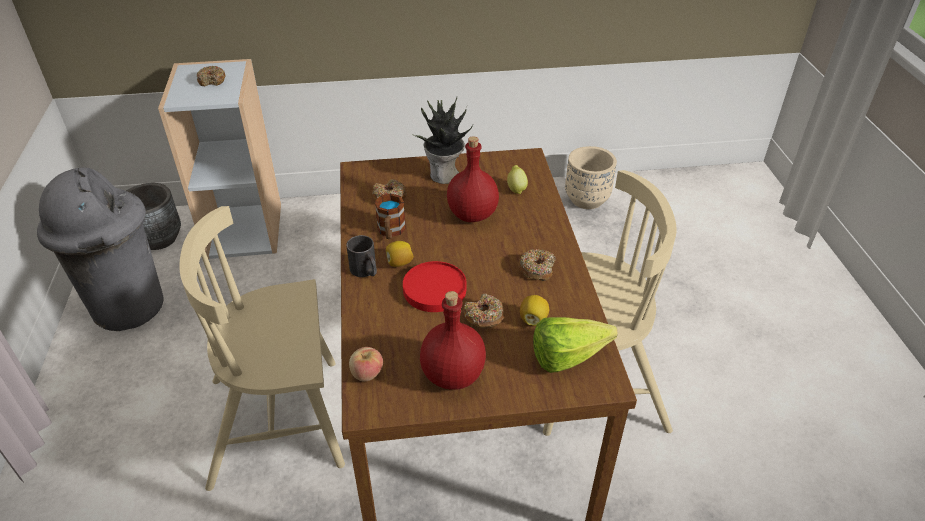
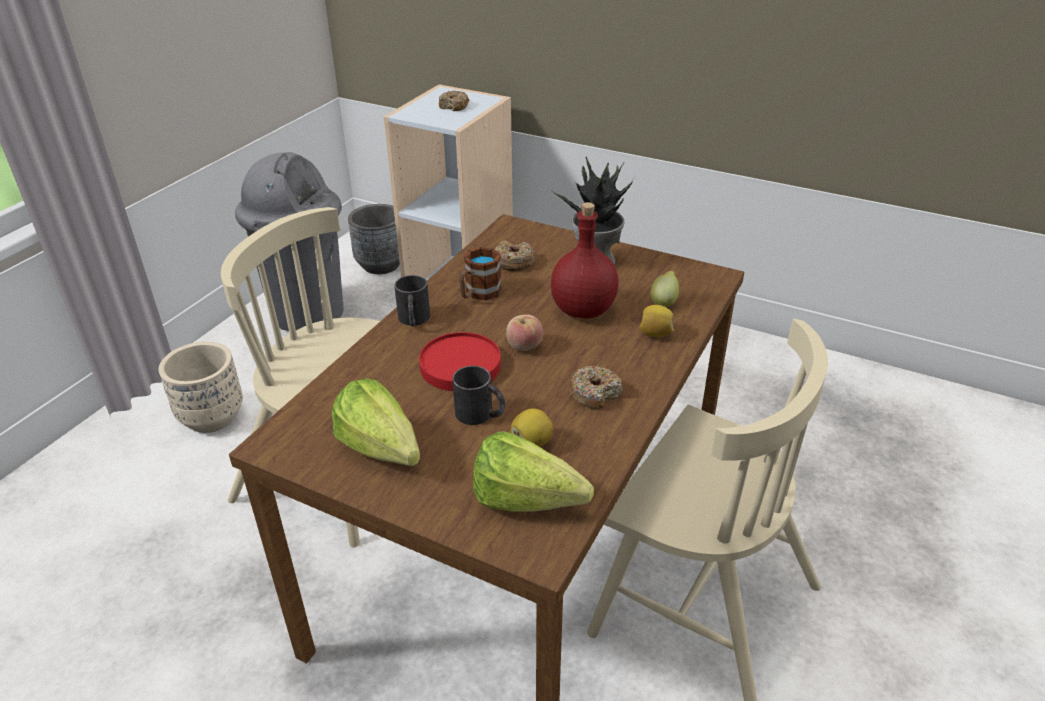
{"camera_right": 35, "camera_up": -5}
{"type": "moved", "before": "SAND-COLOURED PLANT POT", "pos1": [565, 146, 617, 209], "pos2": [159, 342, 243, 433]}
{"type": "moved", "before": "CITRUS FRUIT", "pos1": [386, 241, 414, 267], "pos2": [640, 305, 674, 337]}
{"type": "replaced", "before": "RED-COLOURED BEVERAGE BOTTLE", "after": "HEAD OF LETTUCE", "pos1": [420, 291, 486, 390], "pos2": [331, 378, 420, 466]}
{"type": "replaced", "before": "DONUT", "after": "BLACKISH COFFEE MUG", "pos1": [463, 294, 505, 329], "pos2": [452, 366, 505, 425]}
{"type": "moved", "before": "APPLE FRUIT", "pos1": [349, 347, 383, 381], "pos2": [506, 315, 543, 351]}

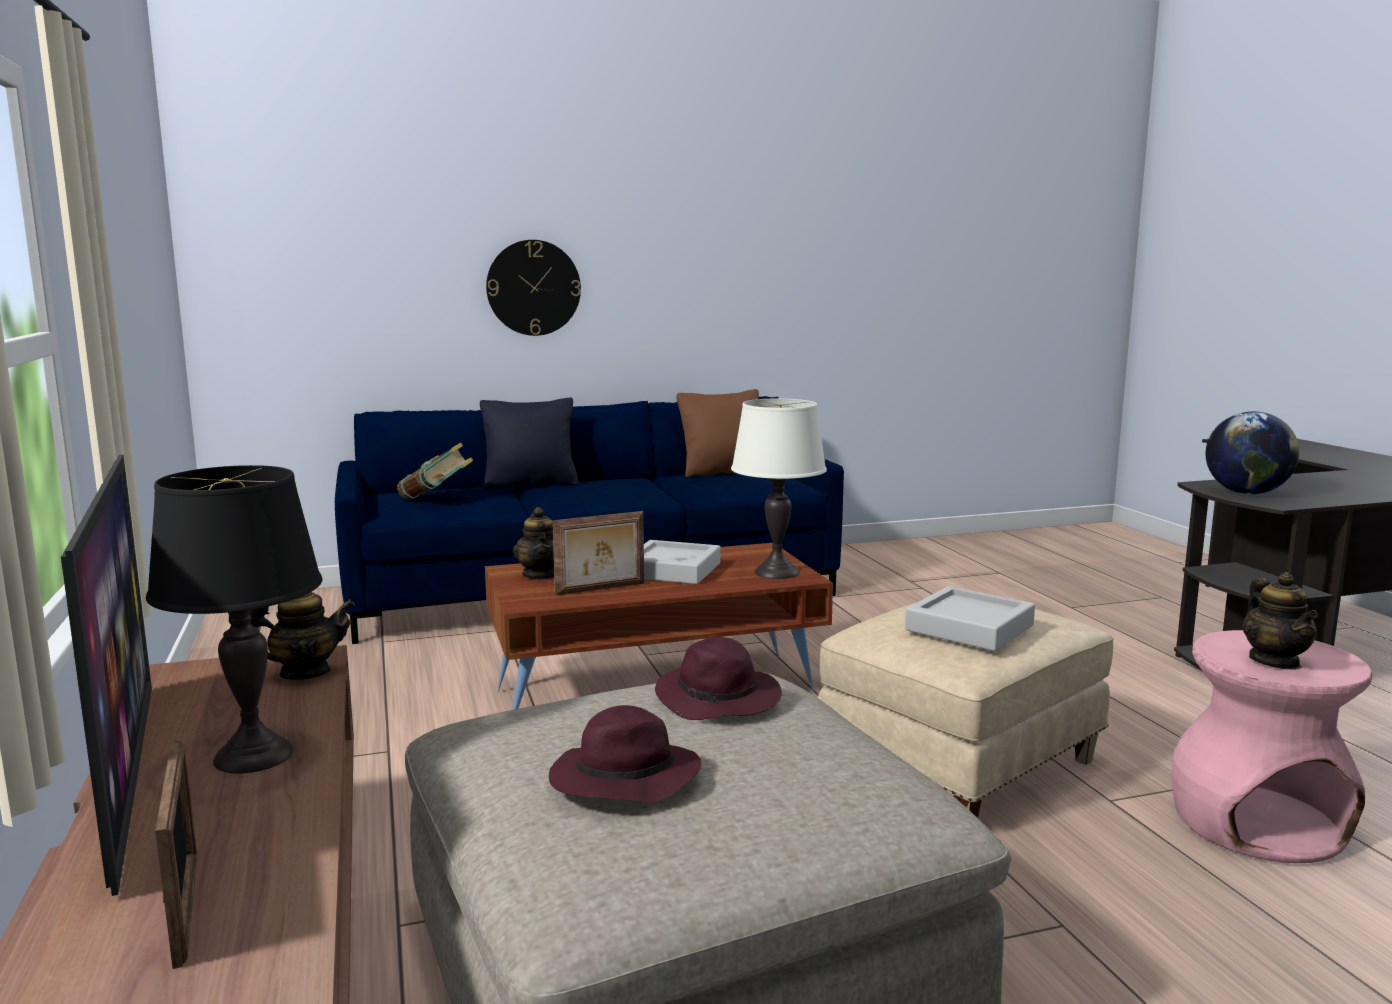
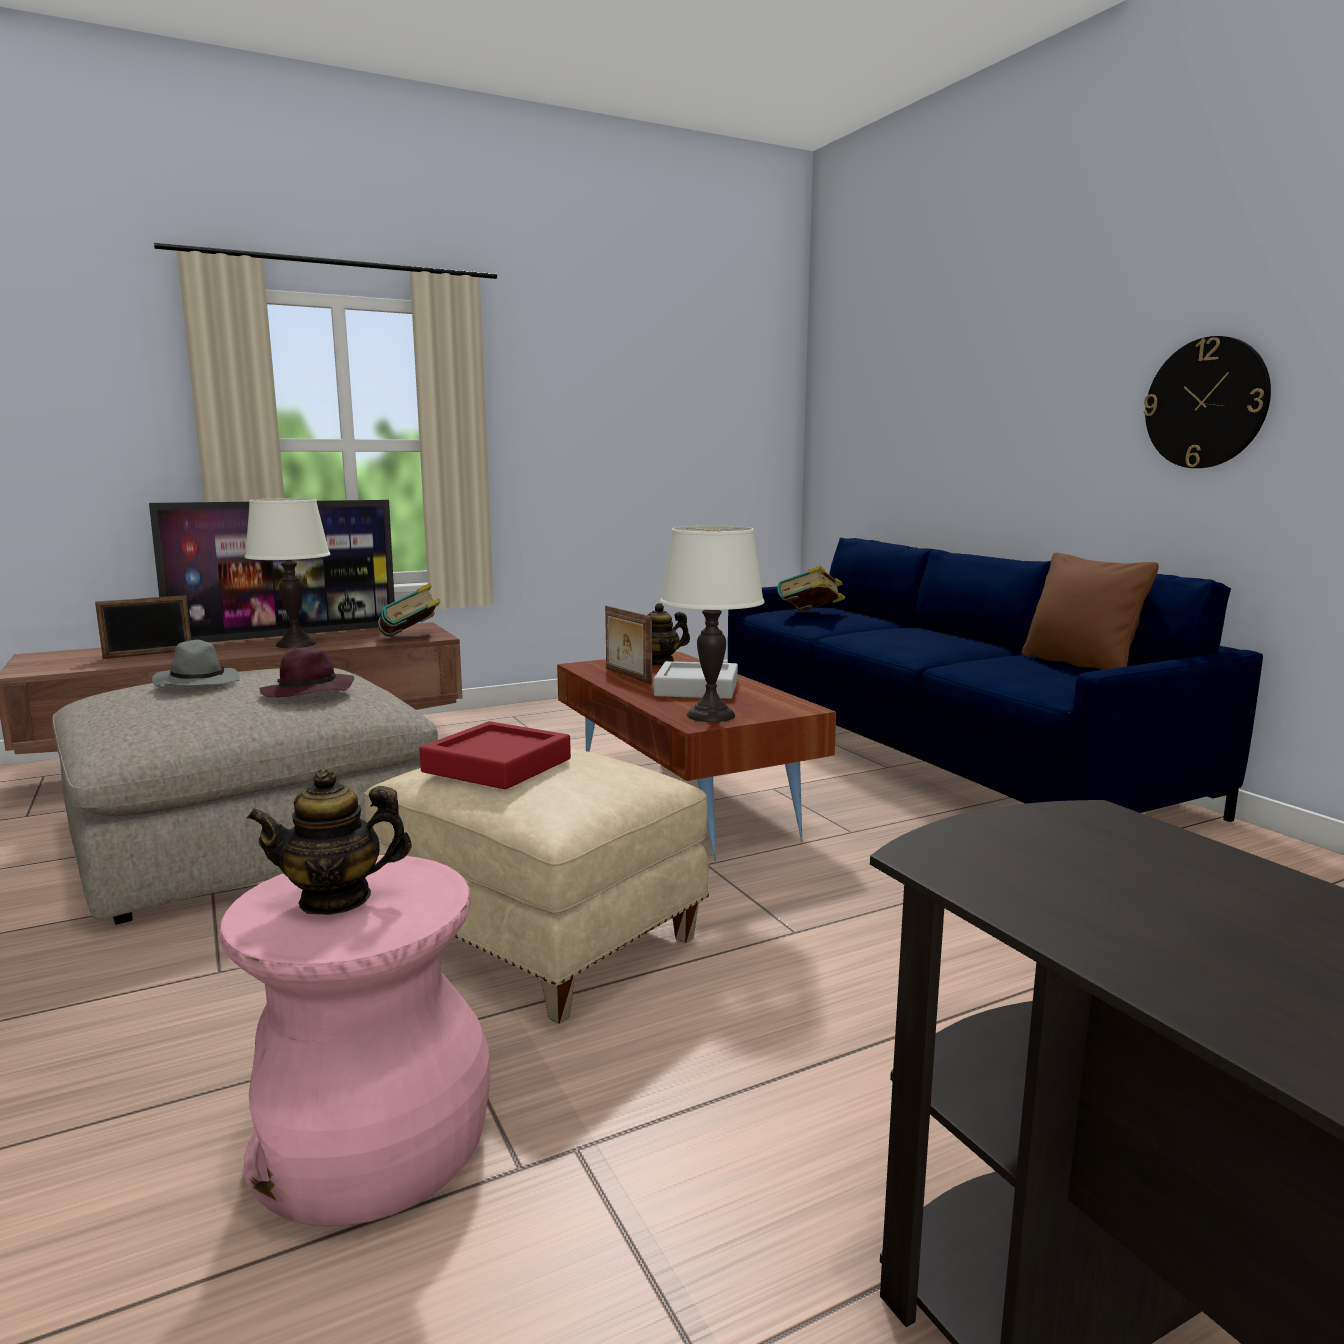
{"camera_right": 80, "camera_up": 0}
{"type": "moved", "before": "CLOCK ON THE WALL", "pos1": [486, 240, 581, 336], "pos2": [1143, 336, 1271, 468]}
{"type": "removed", "before": "BLACKISH PILLOW", "pos1": [480, 398, 579, 489]}
{"type": "removed", "before": "GLOBE", "pos1": [1205, 411, 1299, 494]}
{"type": "recoloured", "before": "BLACKISH TABLE LAMP", "after": "WHITISH TABLE LAMP", "pos1": [146, 465, 322, 773], "pos2": [244, 498, 331, 648]}
{"type": "recoloured", "before": "GREYISH CARRYING TRAY", "after": "RED-COLOURED CARRYING TRAY", "pos1": [905, 586, 1035, 651], "pos2": [419, 721, 571, 789]}
{"type": "replaced", "before": "TEA POT", "after": "VOLUME", "pos1": [250, 592, 355, 680], "pos2": [378, 583, 440, 637]}
{"type": "recoloured", "before": "PURPLE-COLOURED WEARABLE HAT", "after": "GREYISH WEARABLE HAT", "pos1": [549, 705, 701, 804], "pos2": [152, 640, 240, 687]}

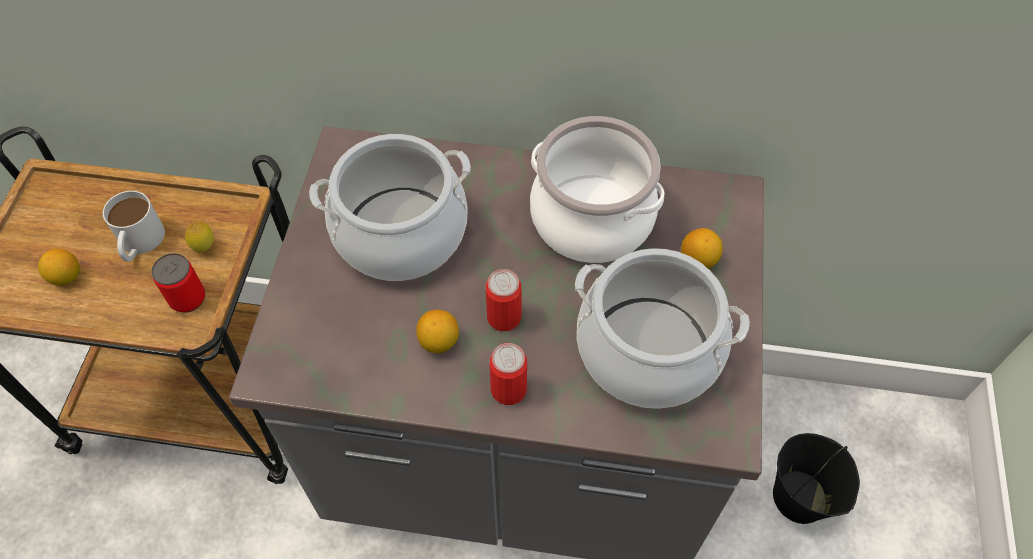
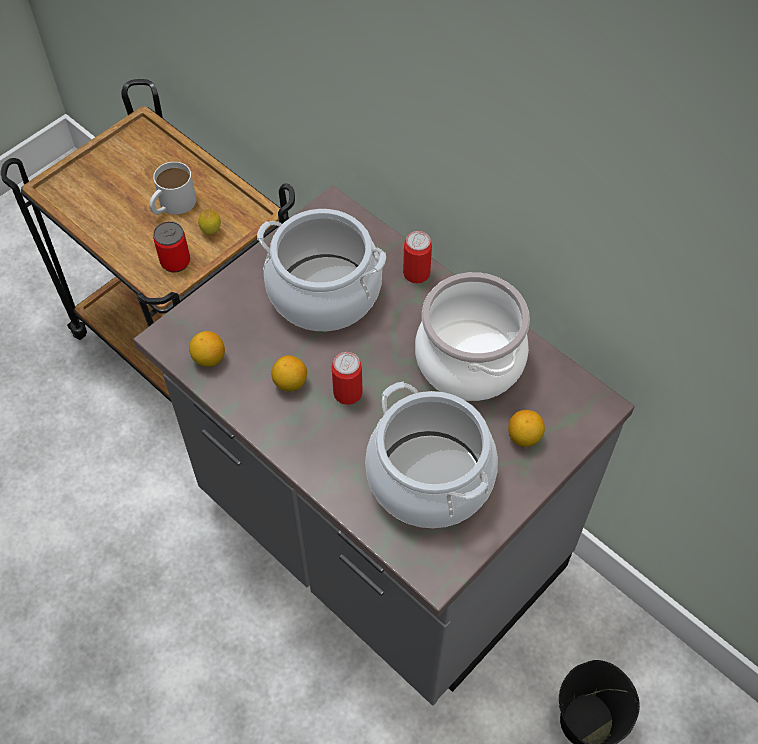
{"camera_right": 35, "camera_up": 0}
{"type": "moved", "before": "CITRUS FRUIT", "pos1": [38, 249, 80, 286], "pos2": [189, 331, 225, 367]}
{"type": "moved", "before": "SEALED CAN", "pos1": [490, 343, 527, 405], "pos2": [403, 231, 432, 283]}

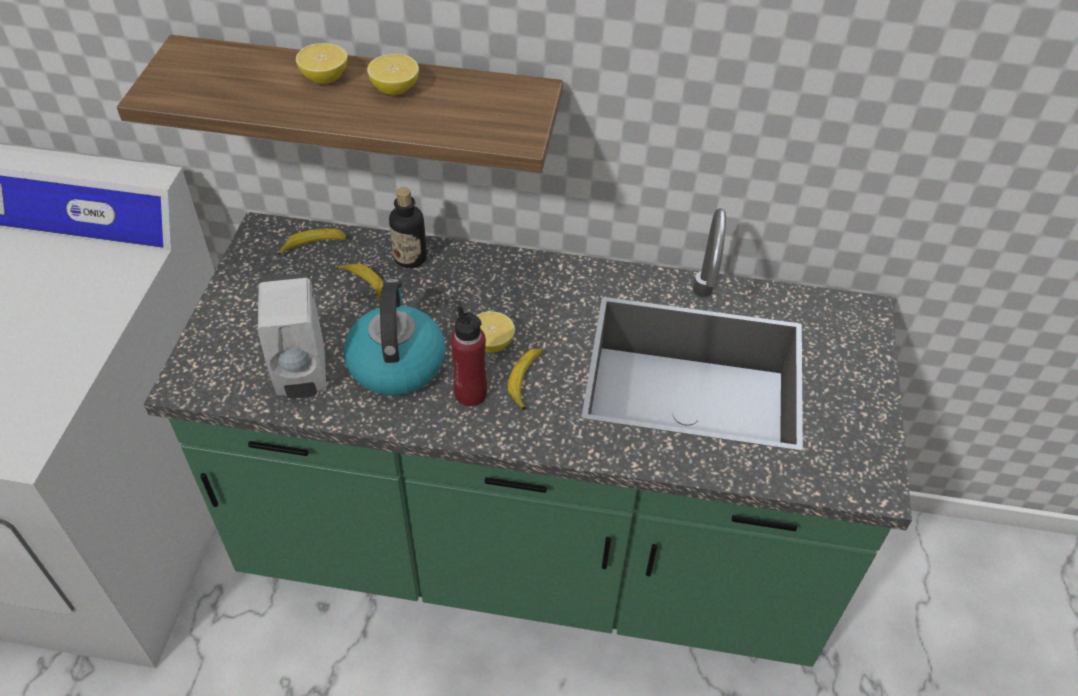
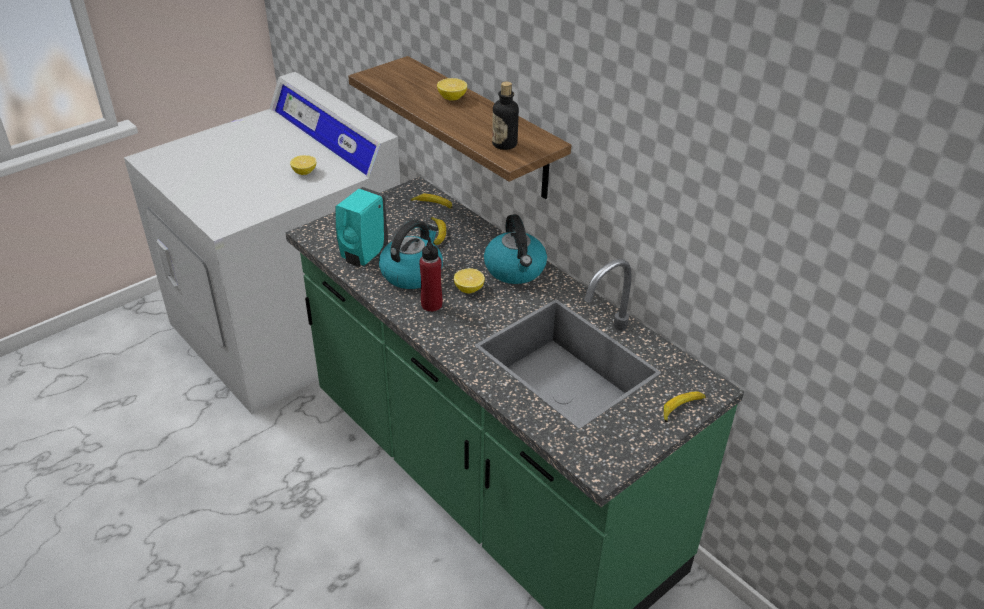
{"camera_right": 40, "camera_up": -10}
{"type": "moved", "before": "CITRUS FRUIT", "pos1": [367, 54, 419, 95], "pos2": [290, 155, 316, 175]}
{"type": "moved", "before": "BEVERAGE BOTTLE", "pos1": [389, 187, 427, 268], "pos2": [492, 82, 519, 150]}
{"type": "recoloured", "before": "WHITISH SOAP BOTTLE", "after": "TURQUOISE-COLOURED SOAP BOTTLE", "pos1": [258, 273, 326, 398], "pos2": [335, 187, 388, 267]}
{"type": "moved", "before": "WHOLE BANANA", "pos1": [508, 349, 543, 410], "pos2": [664, 391, 706, 422]}
{"type": "added", "after": "WATER KETTLE", "pos2": [484, 214, 547, 284]}

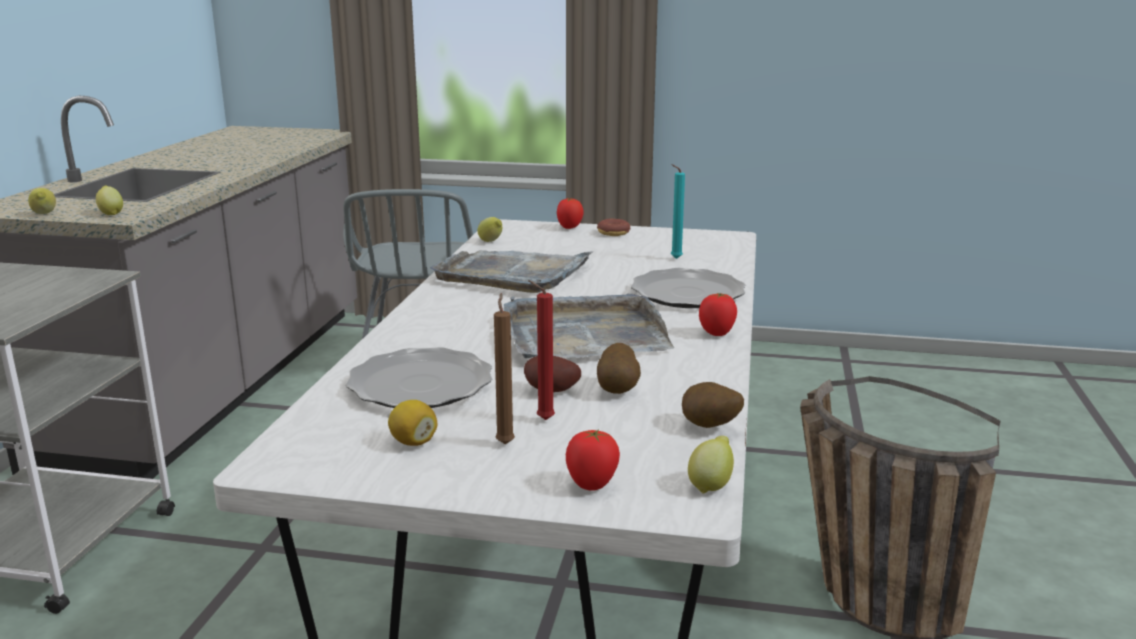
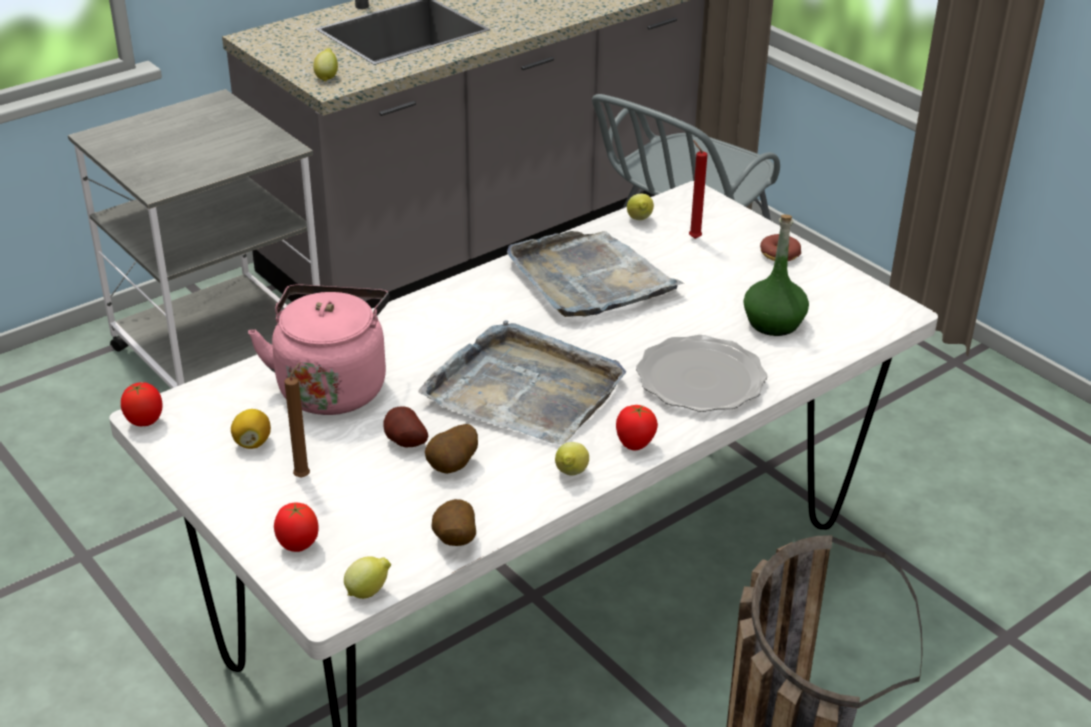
{"camera_right": 40, "camera_up": 15}
{"type": "replaced", "before": "TURQUOISE-COLOURED CANDLE", "after": "GREEN BEVERAGE BOTTLE", "pos1": [671, 164, 685, 259], "pos2": [743, 214, 809, 336]}
{"type": "moved", "before": "CITRUS FRUIT", "pos1": [28, 188, 56, 214], "pos2": [555, 442, 589, 476]}
{"type": "moved", "before": "WHOLE TOMATO", "pos1": [557, 198, 584, 229], "pos2": [121, 382, 163, 426]}
{"type": "moved", "before": "RED-COLOURED CANDLE", "pos1": [528, 280, 555, 420], "pos2": [689, 140, 707, 239]}
{"type": "replaced", "before": "PLATE", "after": "PINK WATER KETTLE", "pos1": [346, 347, 492, 408], "pos2": [248, 285, 389, 415]}

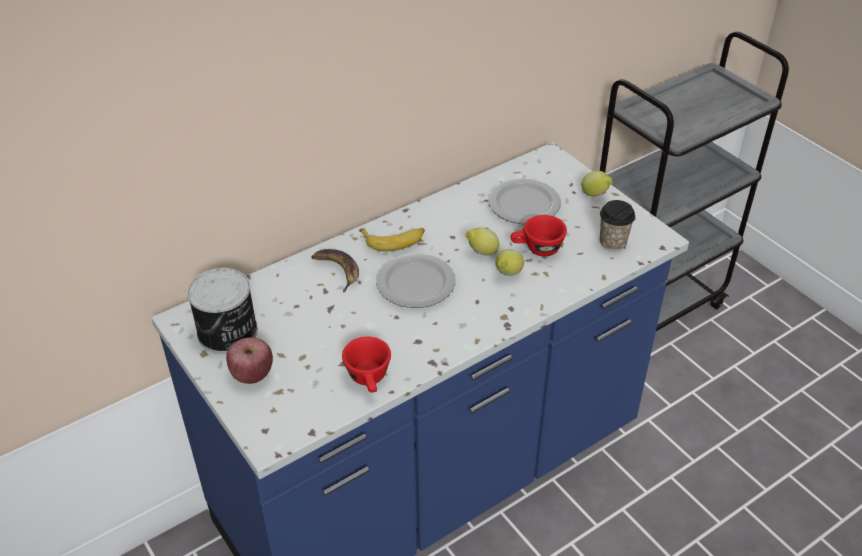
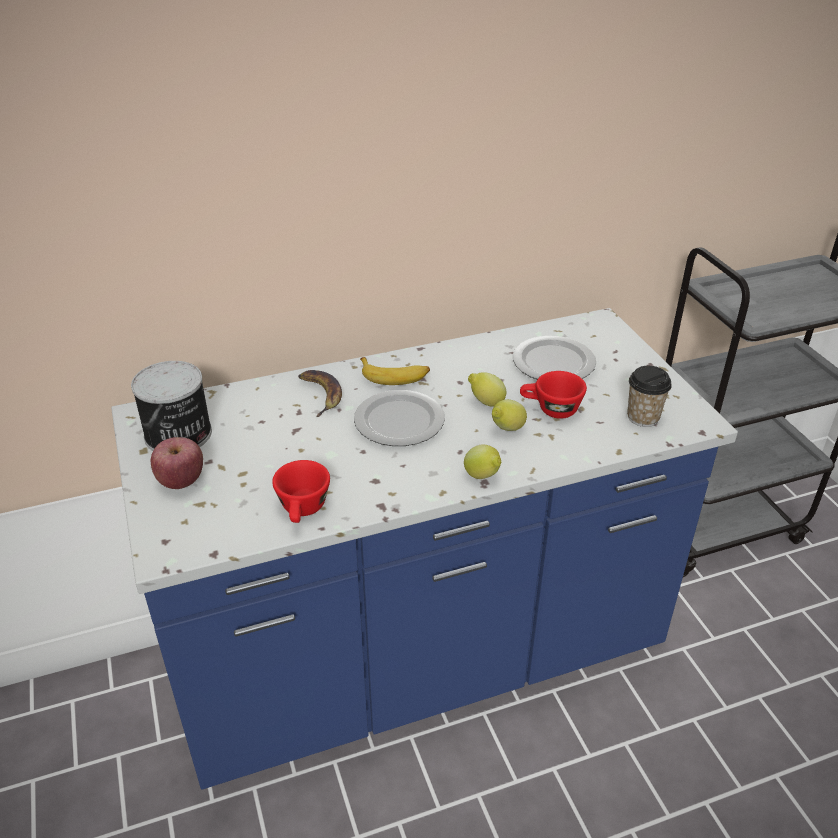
{"camera_right": 15, "camera_up": -5}
{"type": "moved", "before": "CITRUS FRUIT", "pos1": [581, 171, 613, 197], "pos2": [464, 445, 501, 479]}

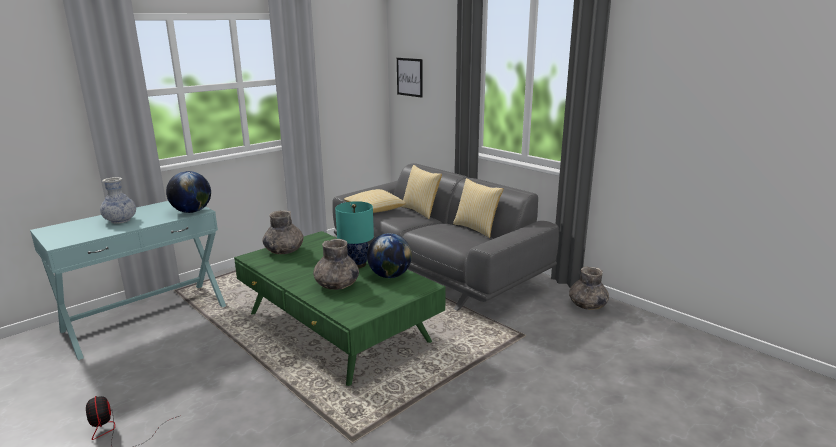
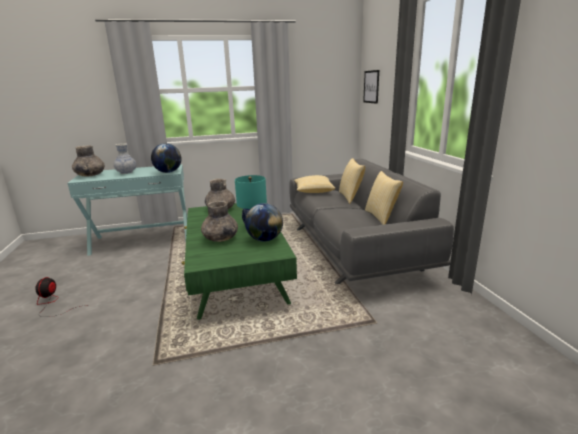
{"camera_right": 30, "camera_up": 0}
{"type": "moved", "before": "GREYISH FLOWER VASE", "pos1": [569, 267, 609, 310], "pos2": [72, 145, 105, 177]}

